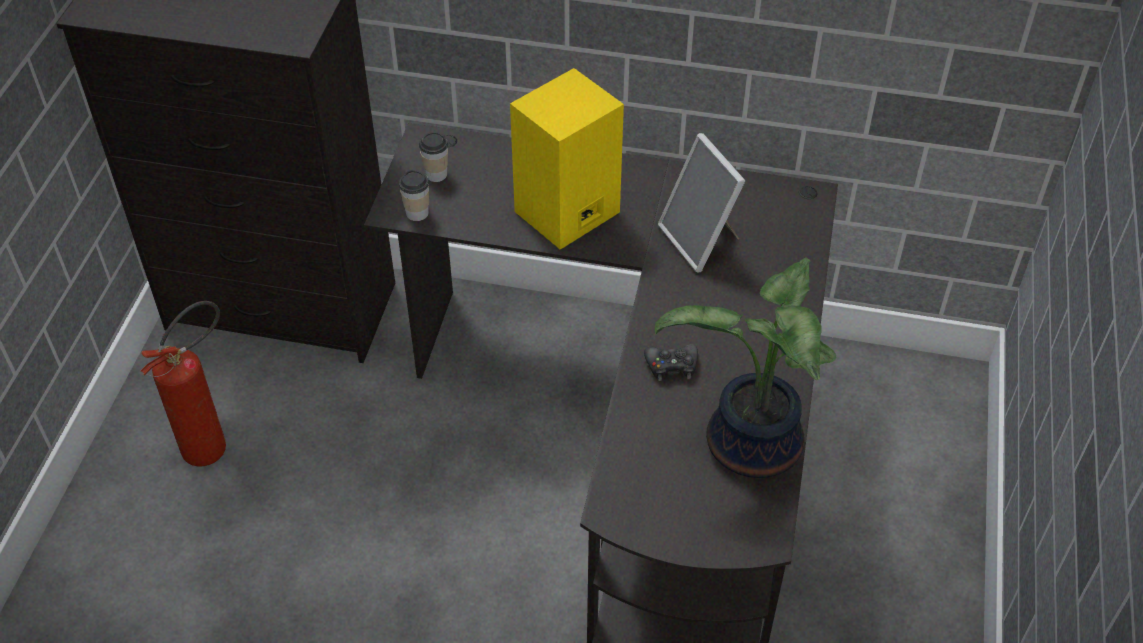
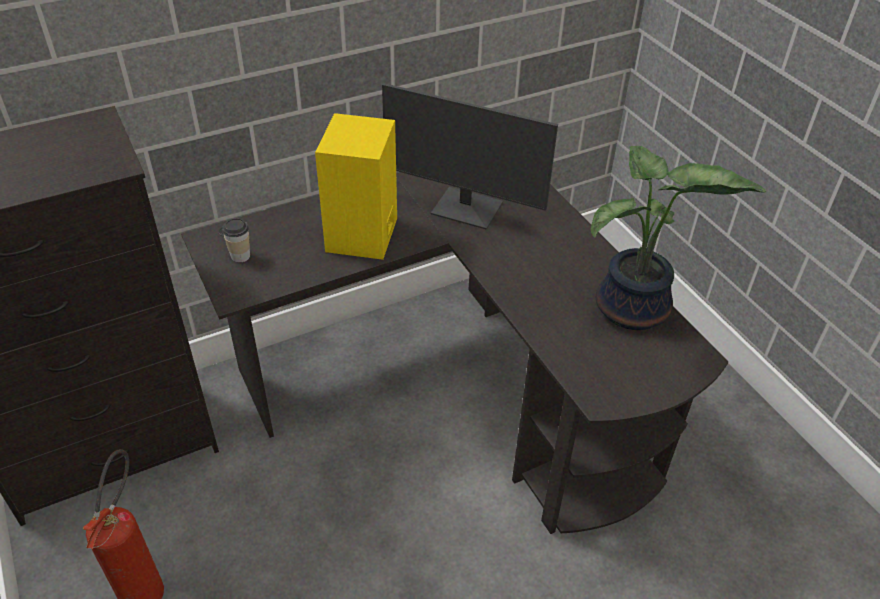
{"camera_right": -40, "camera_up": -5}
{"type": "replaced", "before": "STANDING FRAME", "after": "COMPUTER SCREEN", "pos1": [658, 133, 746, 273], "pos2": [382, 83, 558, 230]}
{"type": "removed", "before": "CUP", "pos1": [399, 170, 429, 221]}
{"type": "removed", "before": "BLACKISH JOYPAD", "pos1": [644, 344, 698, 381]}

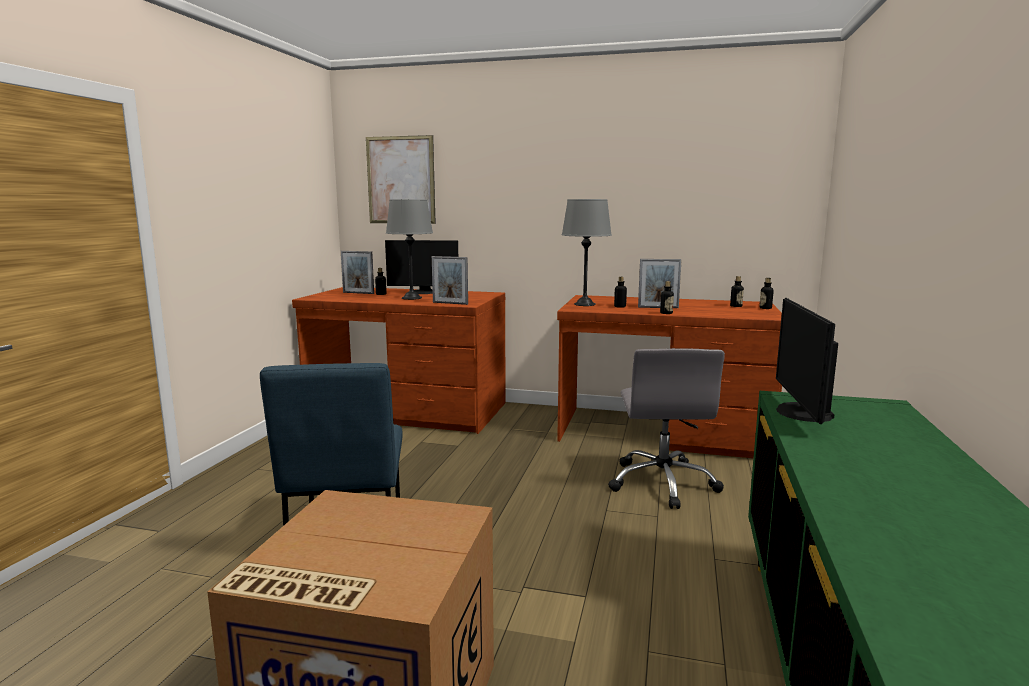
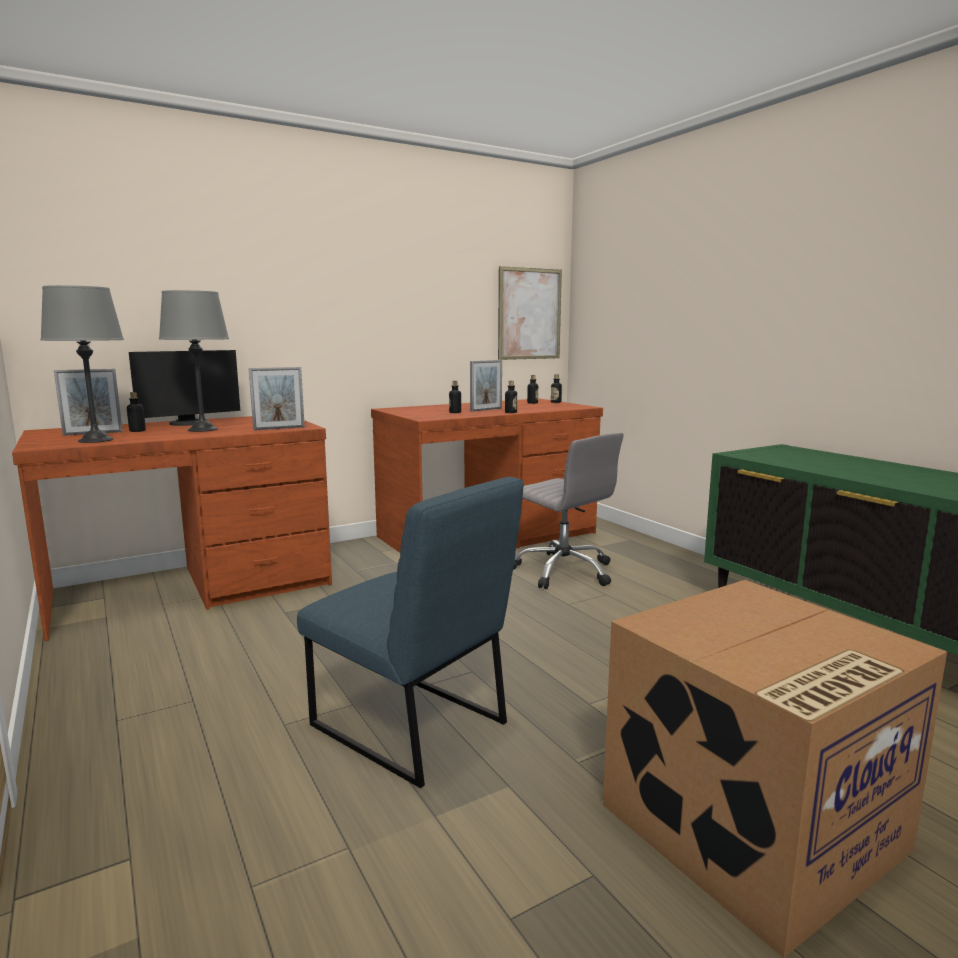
{"camera_right": -45, "camera_up": 0}
{"type": "moved", "before": "WALL ART", "pos1": [366, 135, 436, 224], "pos2": [498, 266, 562, 360]}
{"type": "moved", "before": "GREYISH TABLE LAMP", "pos1": [562, 199, 612, 306], "pos2": [40, 285, 124, 443]}
{"type": "removed", "before": "COMPUTER SCREEN", "pos1": [776, 298, 838, 424]}

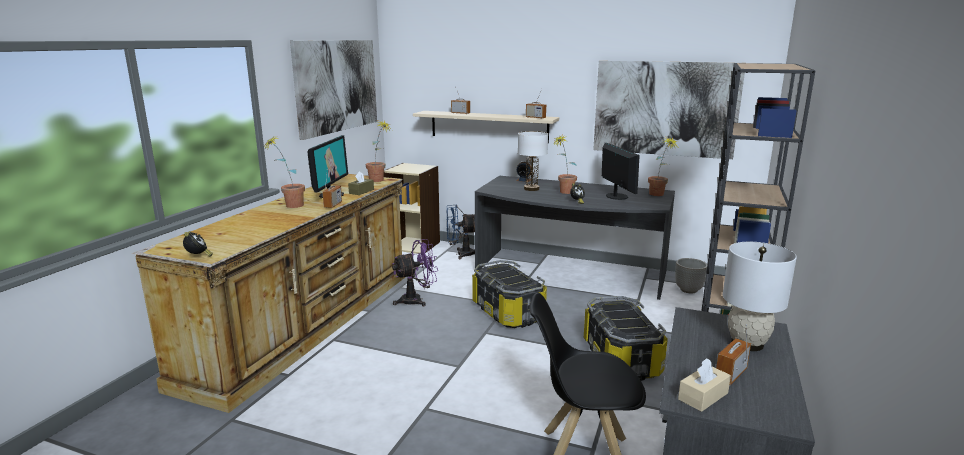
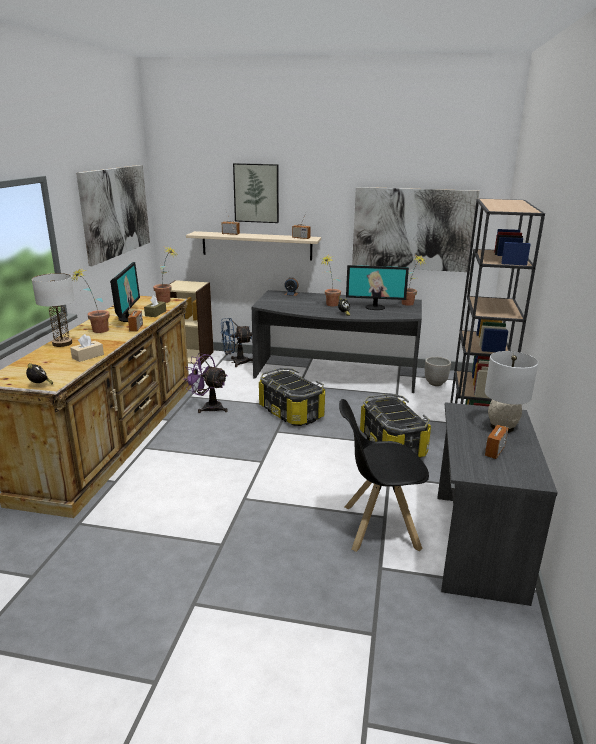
{"camera_right": -10, "camera_up": 5}
{"type": "moved", "before": "TABLE LAMP", "pos1": [518, 131, 548, 191], "pos2": [32, 273, 75, 347]}
{"type": "turned", "before": "COMPUTER SCREEN", "pos1": [602, 143, 640, 200], "pos2": [346, 265, 409, 310], "turn": 120}
{"type": "turned", "before": "PURPLE-COLOURED COOLING FAN", "pos1": [392, 239, 438, 306], "pos2": [183, 353, 228, 413], "turn": -120}
{"type": "moved", "before": "SAND-COLOURED TISSUE BOX", "pos1": [678, 358, 731, 412], "pos2": [70, 334, 104, 362]}
{"type": "added", "after": "WALL ART", "pos2": [233, 163, 279, 223]}

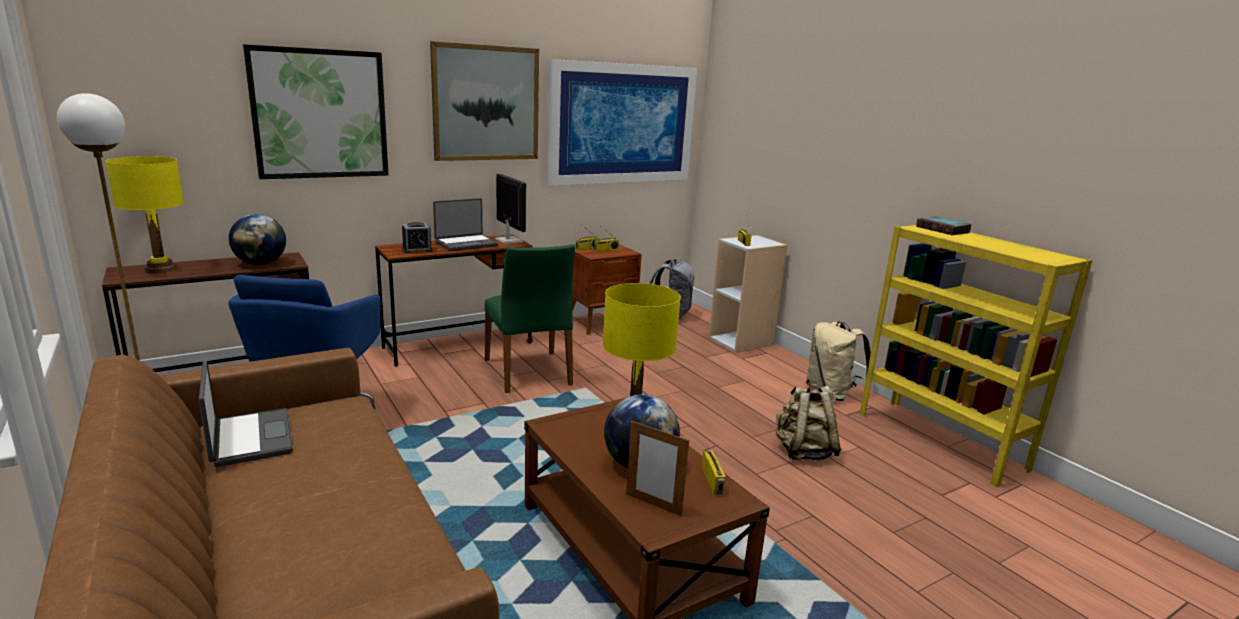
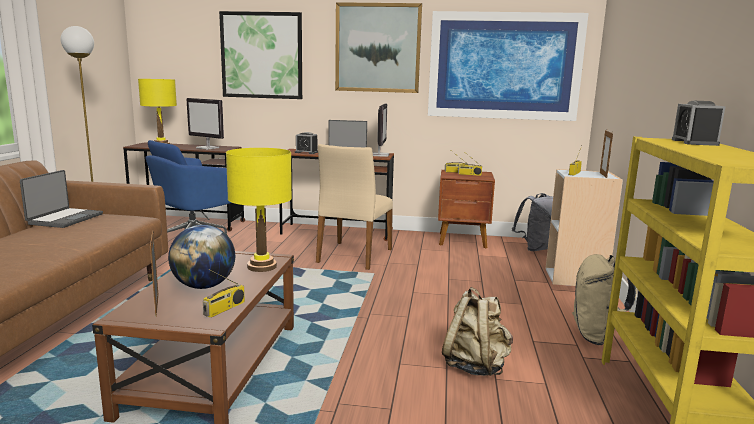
{"camera_right": 40, "camera_up": -5}
{"type": "replaced", "before": "GLOBE", "after": "COMPUTER SCREEN", "pos1": [229, 214, 286, 265], "pos2": [187, 98, 224, 150]}
{"type": "replaced", "before": "VOLUME", "after": "TABLE CLOCK", "pos1": [916, 216, 972, 235], "pos2": [672, 101, 726, 146]}
{"type": "recoloured", "before": "GREEN UPRIGHT CHAIR", "after": "SAND-COLOURED UPRIGHT CHAIR", "pos1": [485, 244, 575, 393], "pos2": [316, 144, 393, 270]}
{"type": "added", "after": "STANDING FRAME", "pos2": [600, 130, 613, 178]}

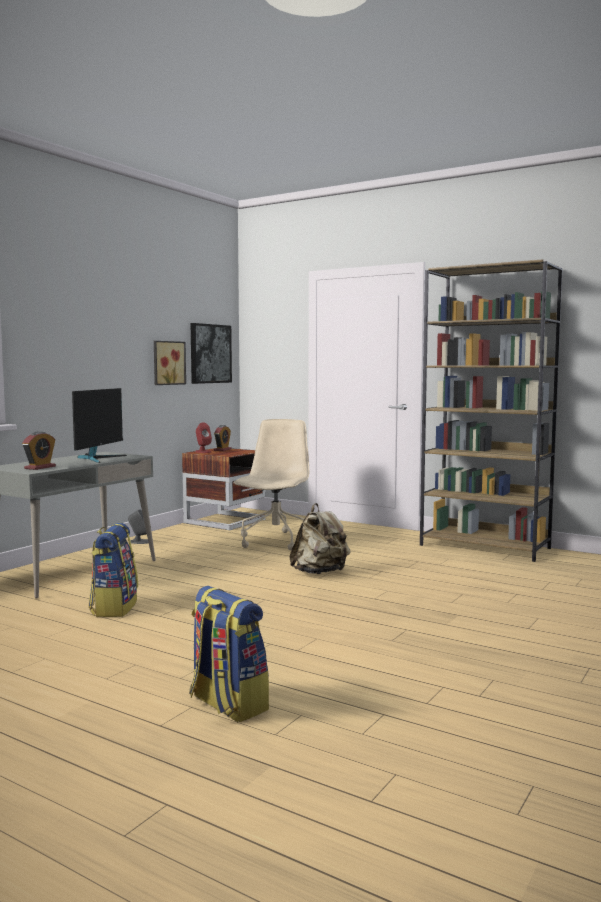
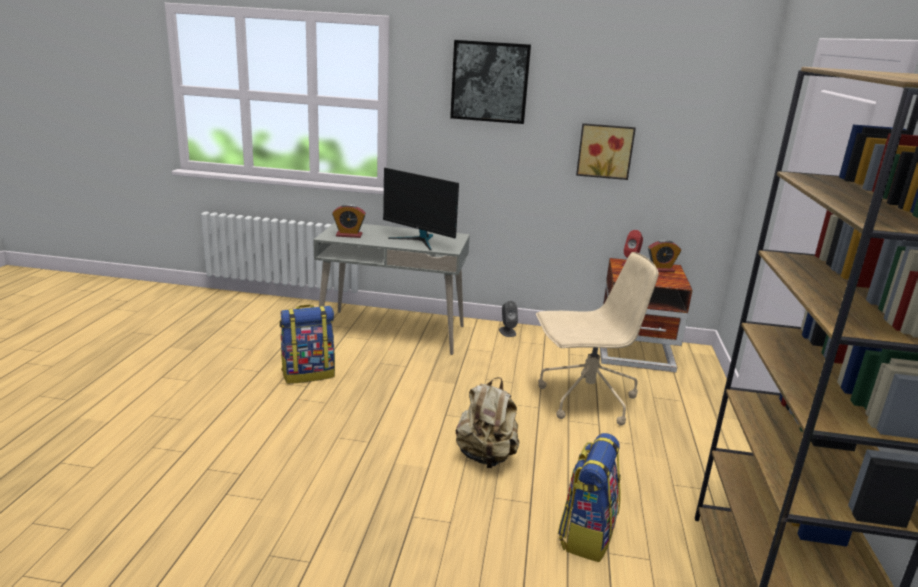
{"camera_right": 65, "camera_up": 15}
{"type": "moved", "before": "WALL ART", "pos1": [191, 323, 232, 384], "pos2": [450, 40, 531, 124]}
{"type": "turned", "before": "COMPUTER SCREEN", "pos1": [72, 388, 127, 463], "pos2": [383, 168, 459, 250], "turn": 45}
{"type": "moved", "before": "BACKPACK", "pos1": [189, 586, 269, 722], "pos2": [558, 433, 621, 562]}

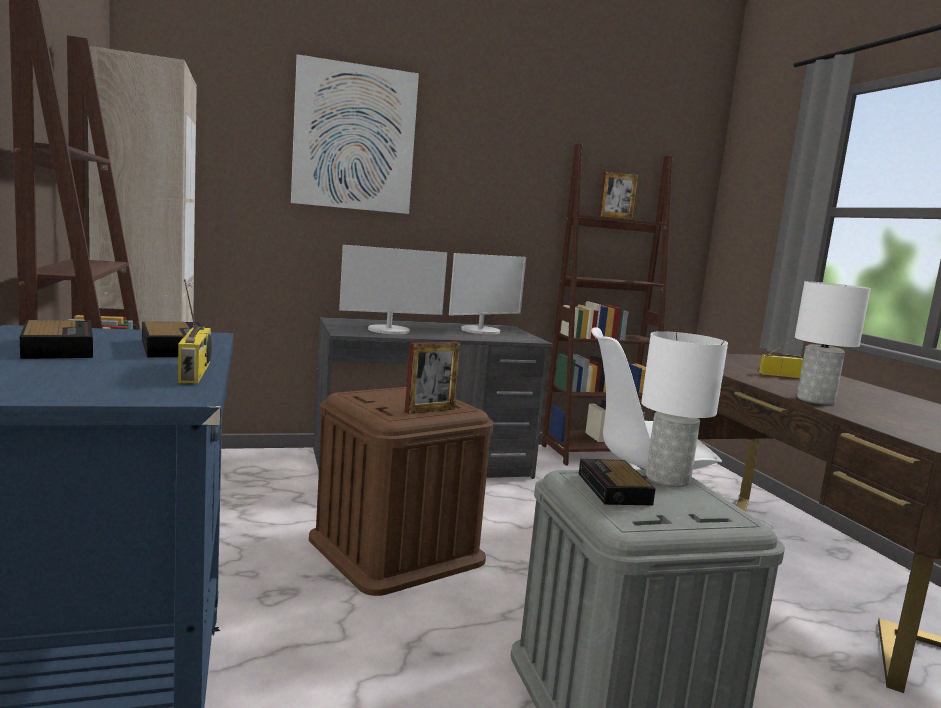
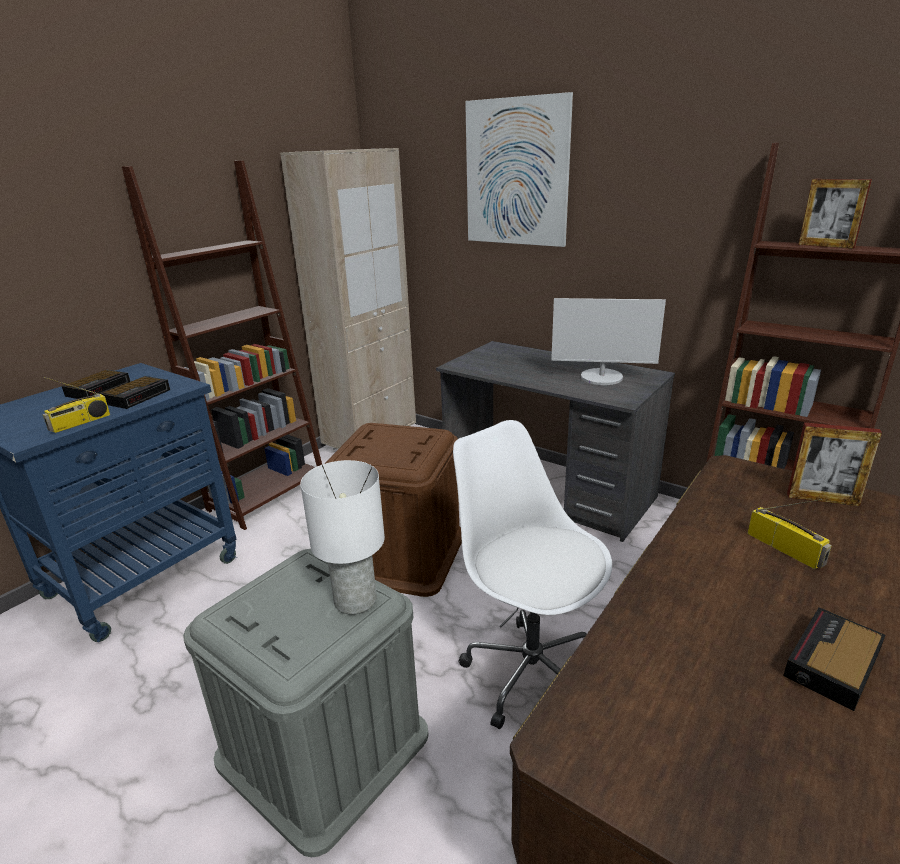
{"camera_right": 55, "camera_up": 15}
{"type": "removed", "before": "COMPUTER SCREEN", "pos1": [339, 245, 447, 334]}
{"type": "removed", "before": "WHITISH TABLE LAMP", "pos1": [795, 281, 871, 405]}
{"type": "moved", "before": "STANDING FRAME", "pos1": [405, 342, 460, 414], "pos2": [787, 422, 882, 506]}
{"type": "moved", "before": "TABLE CLOCK", "pos1": [579, 459, 656, 505], "pos2": [783, 607, 885, 711]}

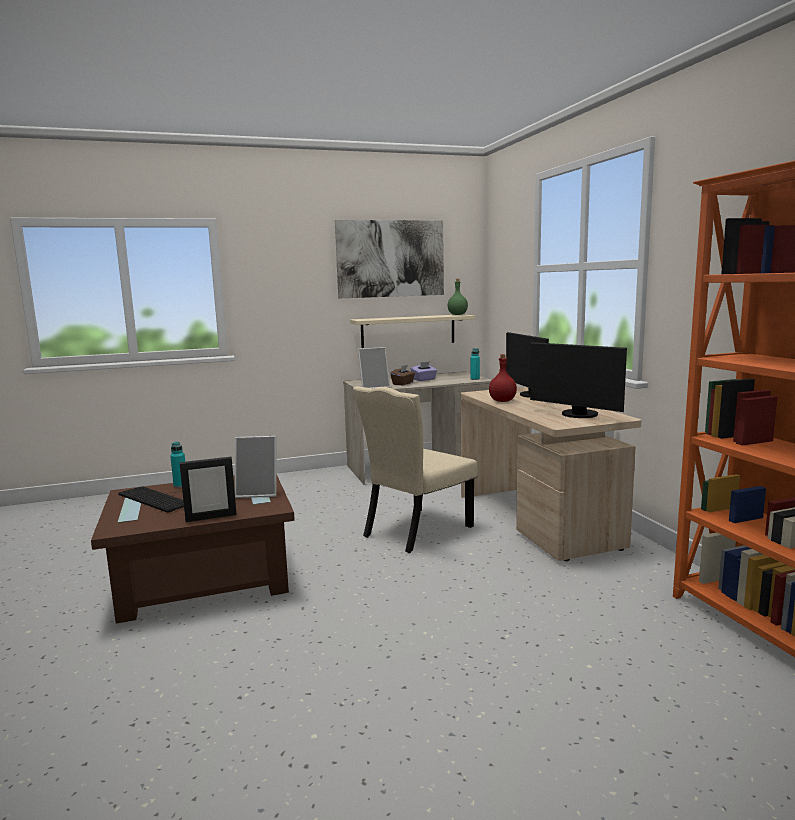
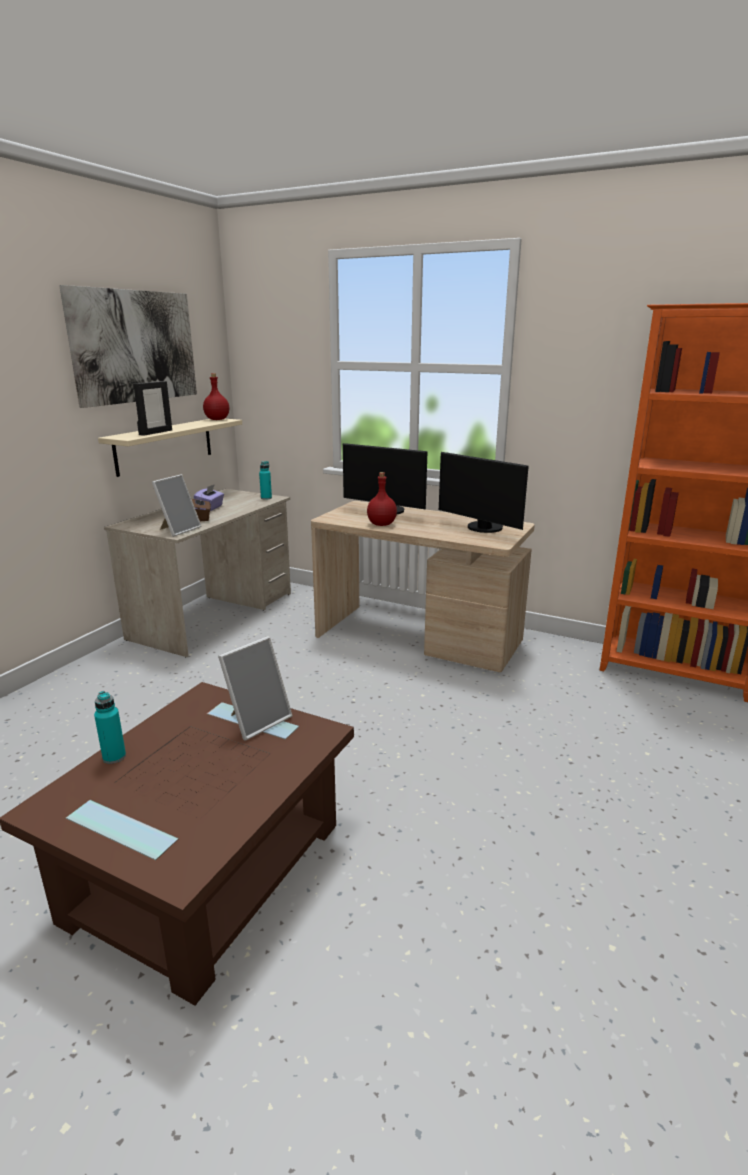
{"camera_right": -45, "camera_up": 10}
{"type": "recoloured", "before": "GREEN BEVERAGE BOTTLE", "after": "RED-COLOURED BEVERAGE BOTTLE", "pos1": [448, 279, 468, 315], "pos2": [203, 373, 229, 420]}
{"type": "turned", "before": "COMPUTER SCREEN", "pos1": [530, 342, 627, 418], "pos2": [439, 452, 529, 533], "turn": 45}
{"type": "removed", "before": "SAND-COLOURED UPRIGHT CHAIR", "pos1": [353, 386, 478, 553]}
{"type": "moved", "before": "STANDING FRAME", "pos1": [180, 457, 237, 522], "pos2": [133, 381, 172, 436]}
{"type": "removed", "before": "PC KEYBOARD", "pos1": [118, 486, 184, 513]}

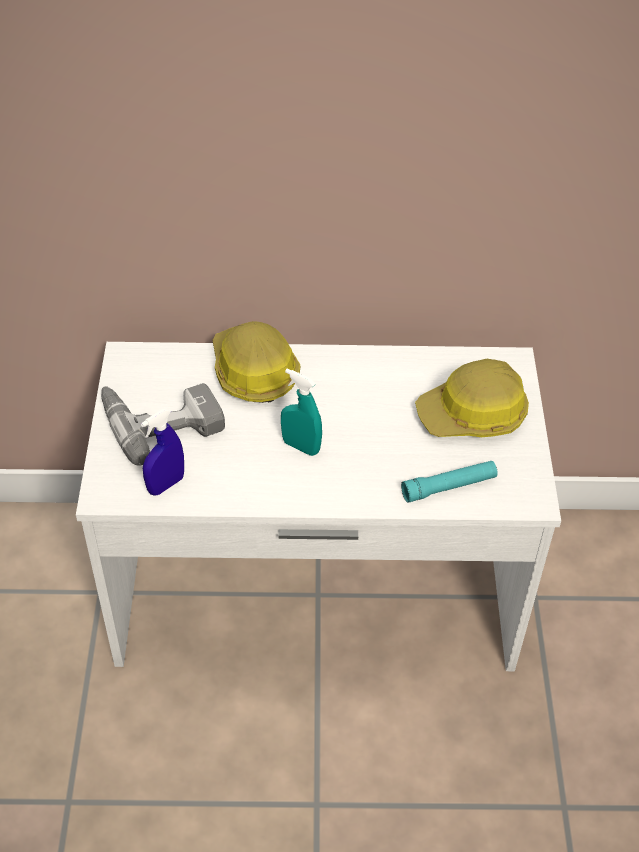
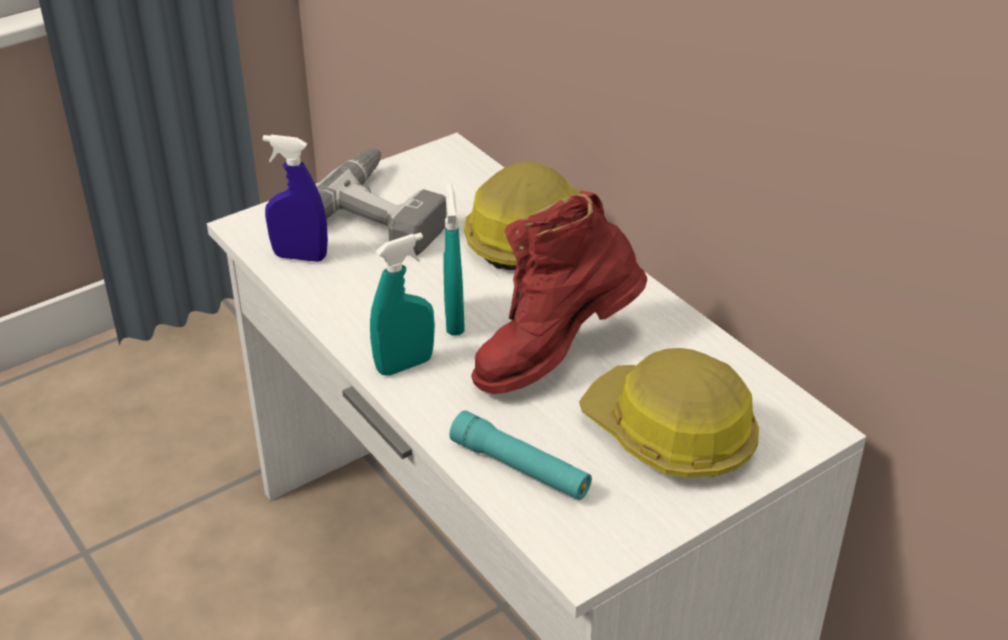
{"camera_right": 55, "camera_up": -10}
{"type": "added", "after": "RED-COLOURED TALL BOOT", "pos2": [471, 191, 647, 394]}
{"type": "added", "after": "TURQUOISE-COLOURED HAND SPRAYER", "pos2": [370, 232, 435, 376]}

